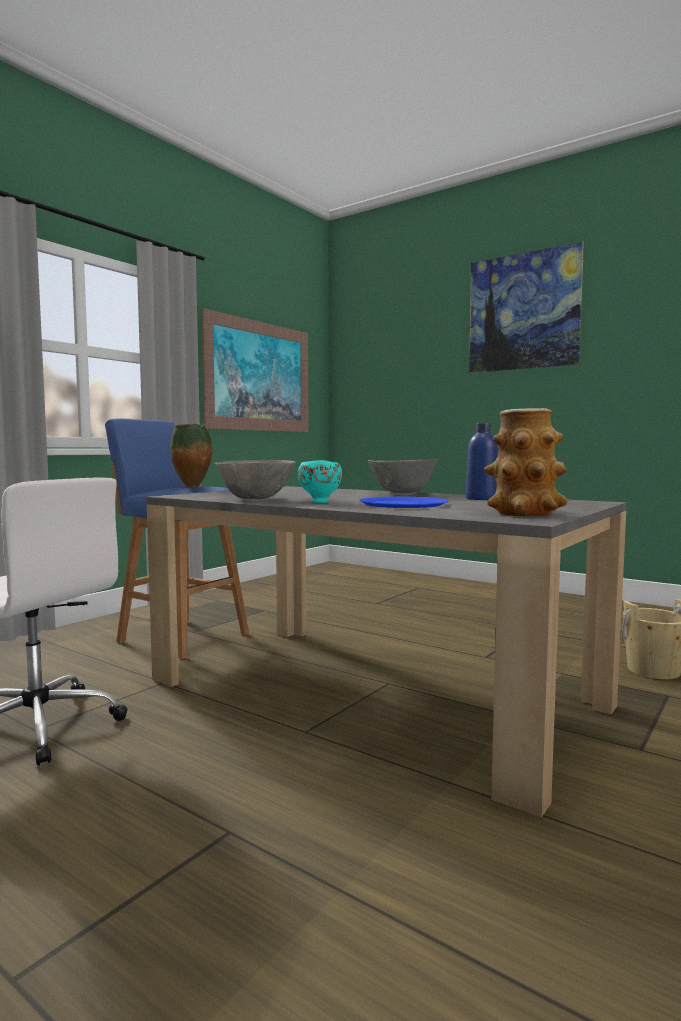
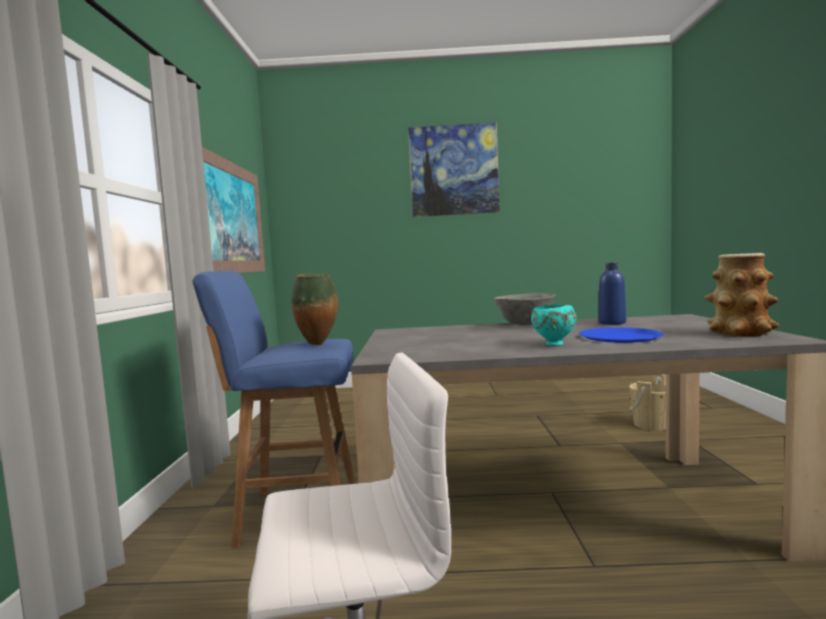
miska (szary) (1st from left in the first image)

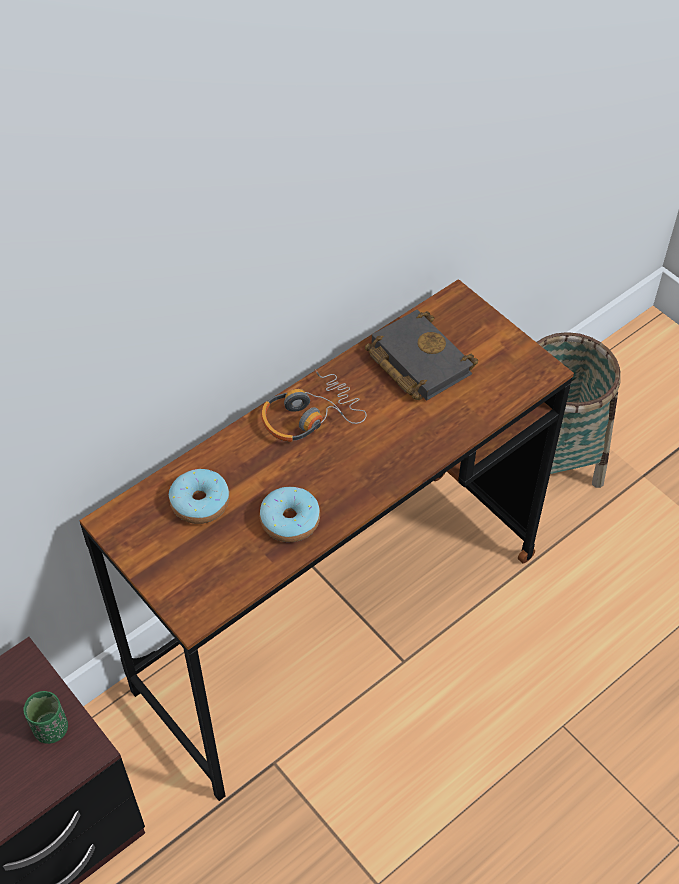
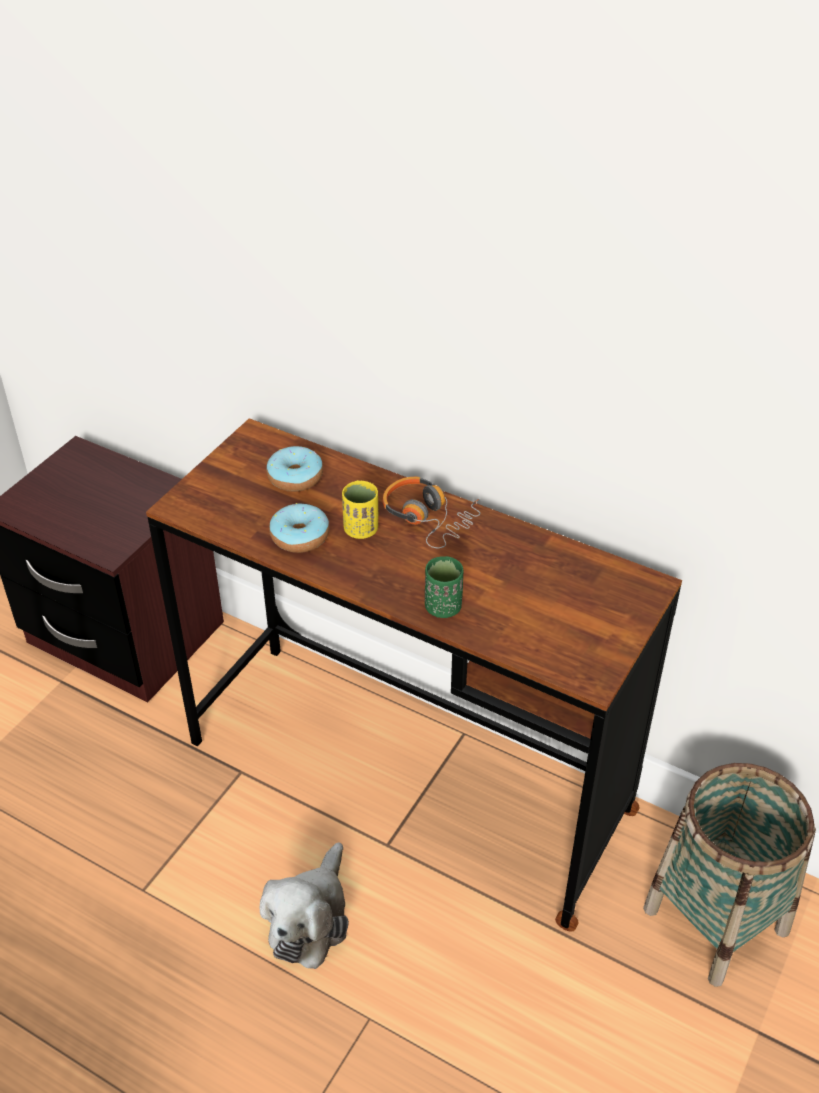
filiżanka (zielony)
książka (czarny)
pluszak
filiżanka (żółty)

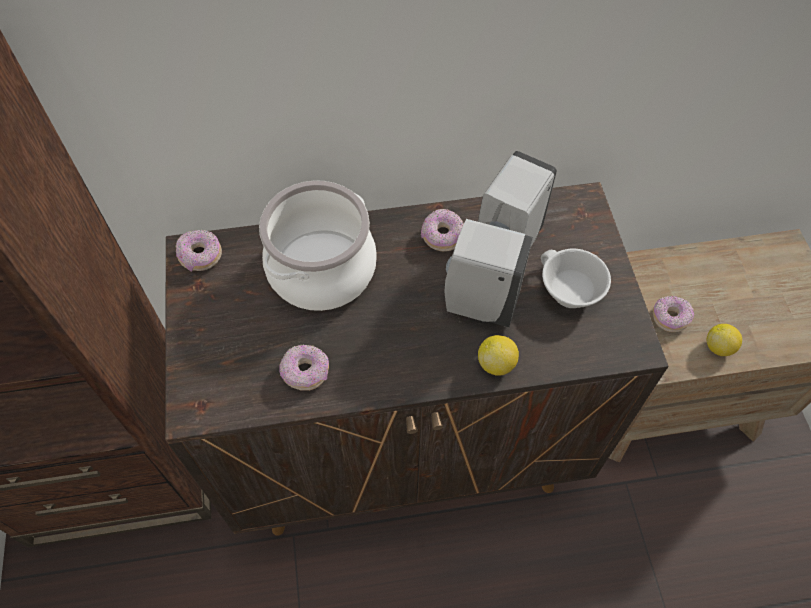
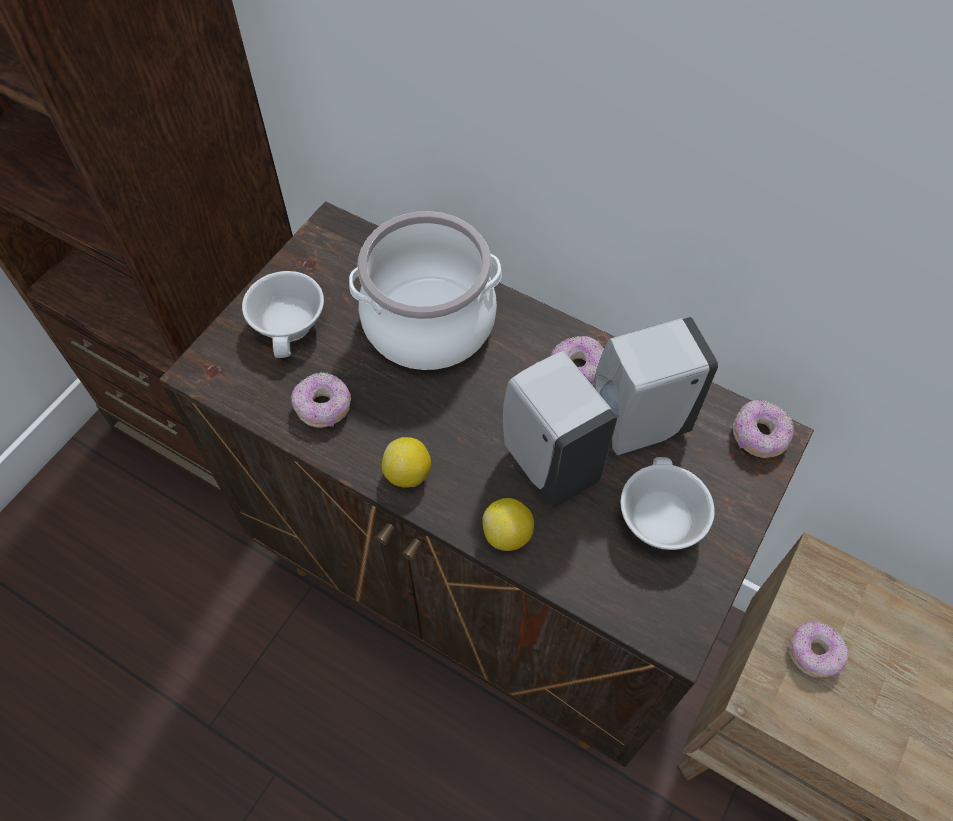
donut (3rd from left)
cytryna (1st from left)
filiżanka (biały) (1st from left)

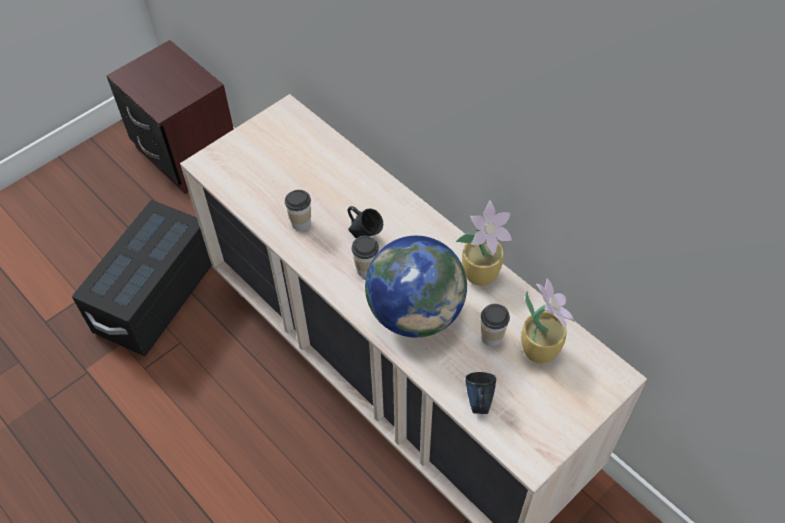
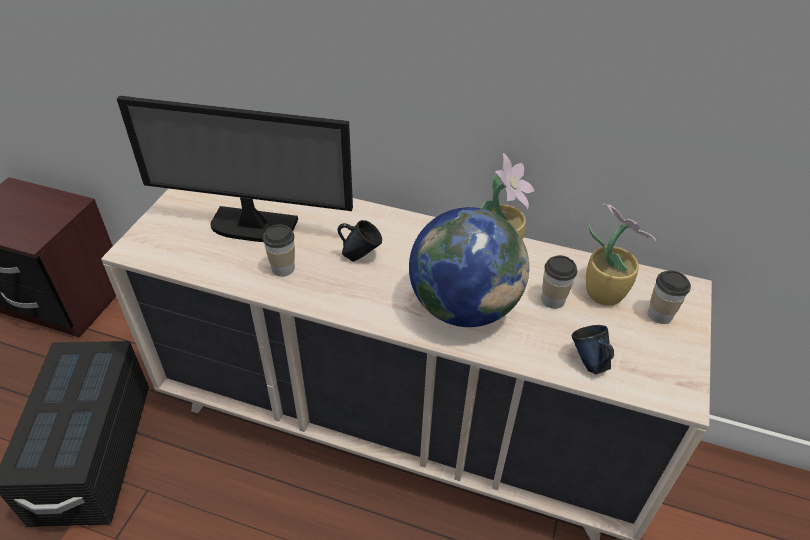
filiżanka (3rd from left)
monitor

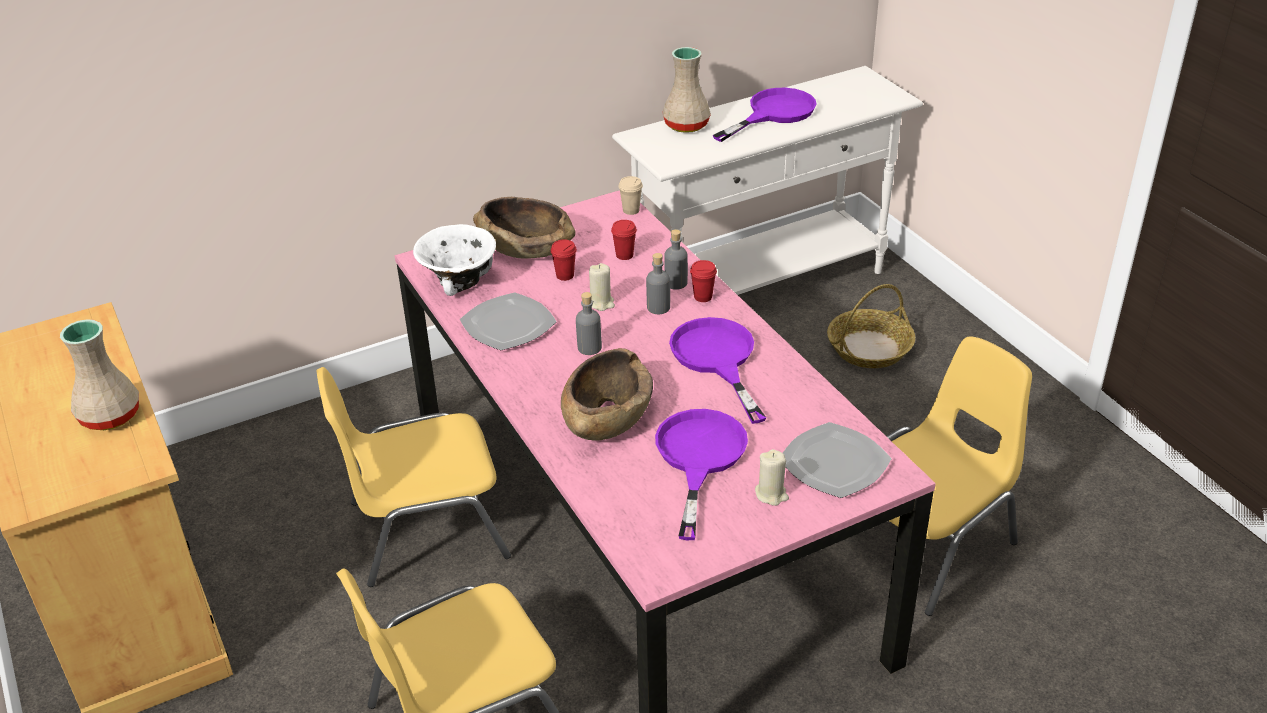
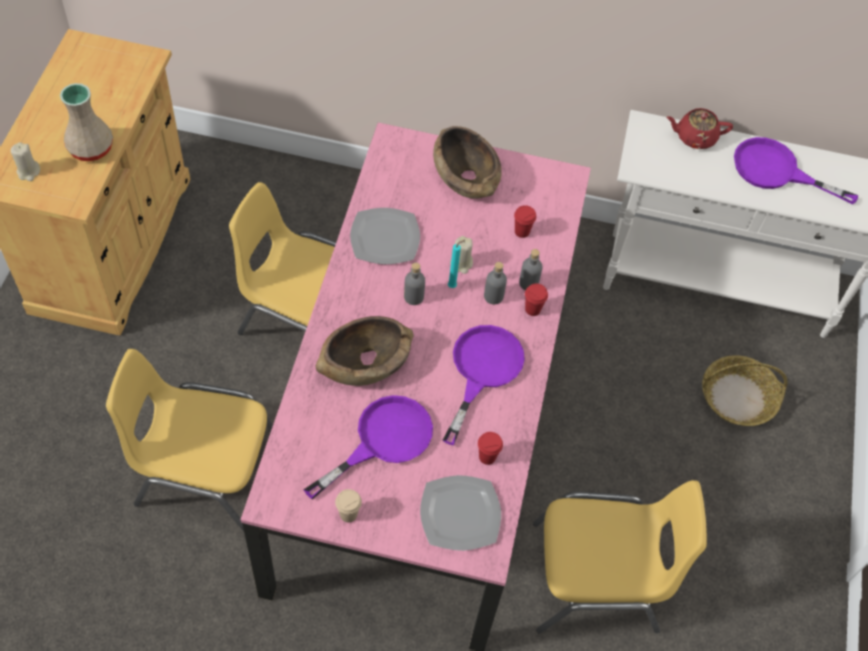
miska (biały)
filiżanka (czerwony) (1st from left)
filiżanka (beżowy)
imbryk (czerwony)
patelnia (fioletowy) (3rd from left)
świeca (beżowy) (1st from left)
świeca (turkusowy)

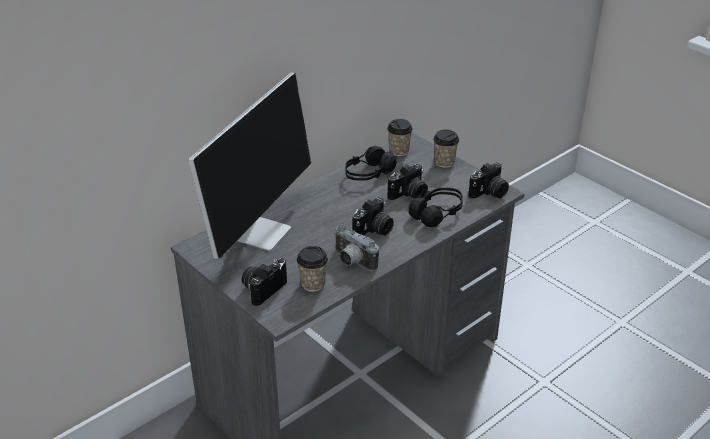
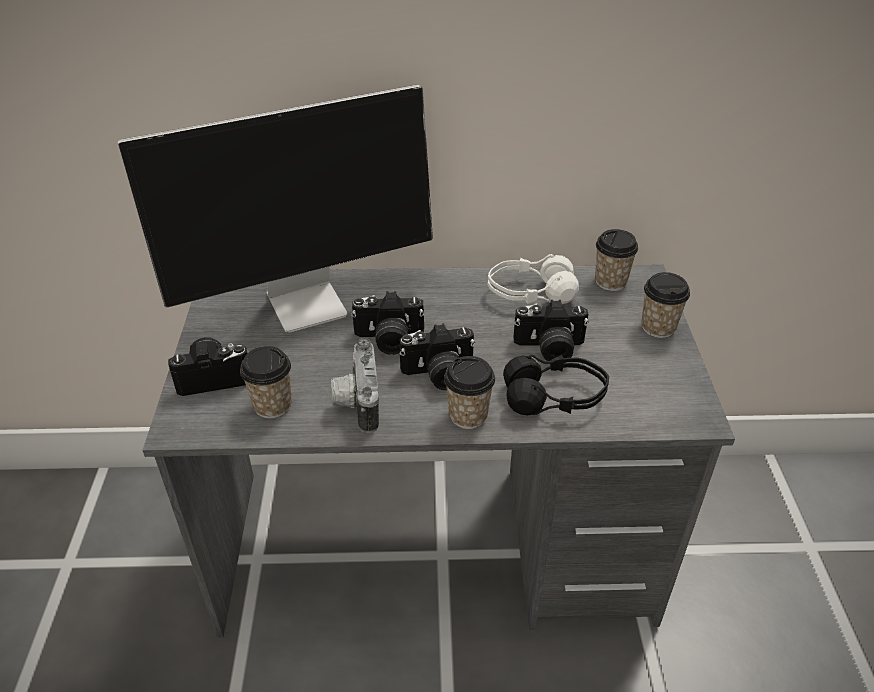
słuchawki (biały)
aparat fotograficzny (3rd from left)
filiżanka (2nd from left)

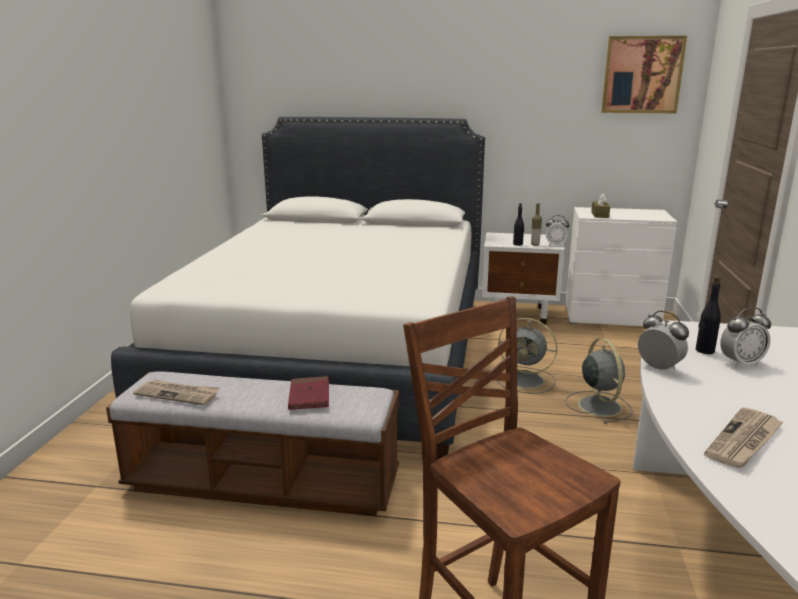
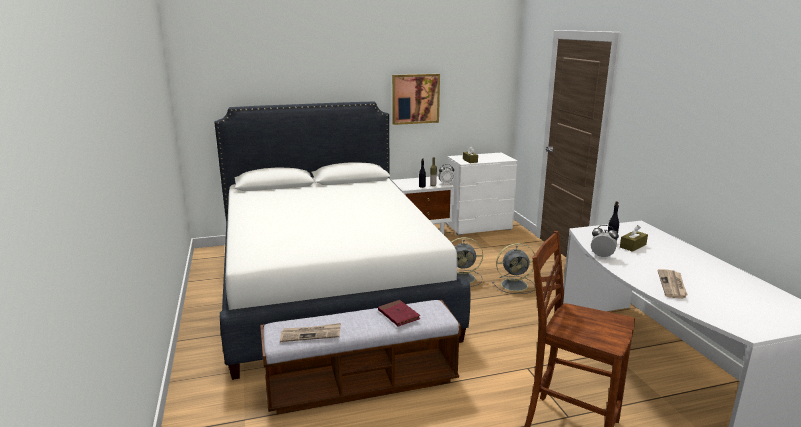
wentylator (szary) (2nd from left)
obraz
pudełko chusteczek (brązowy) (2nd from left)

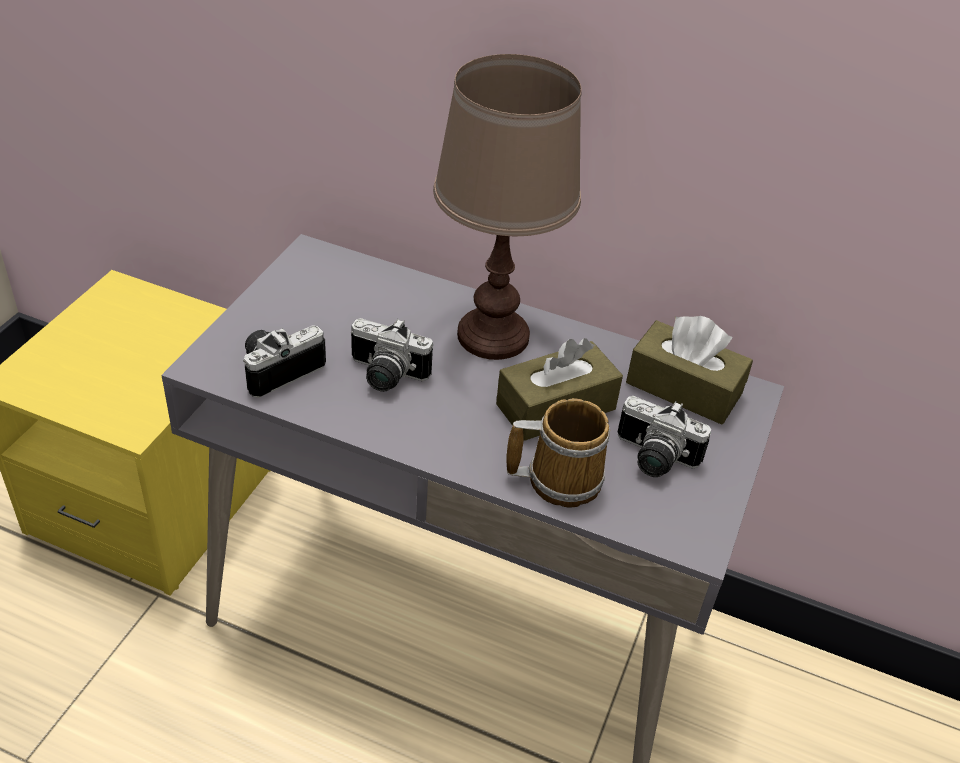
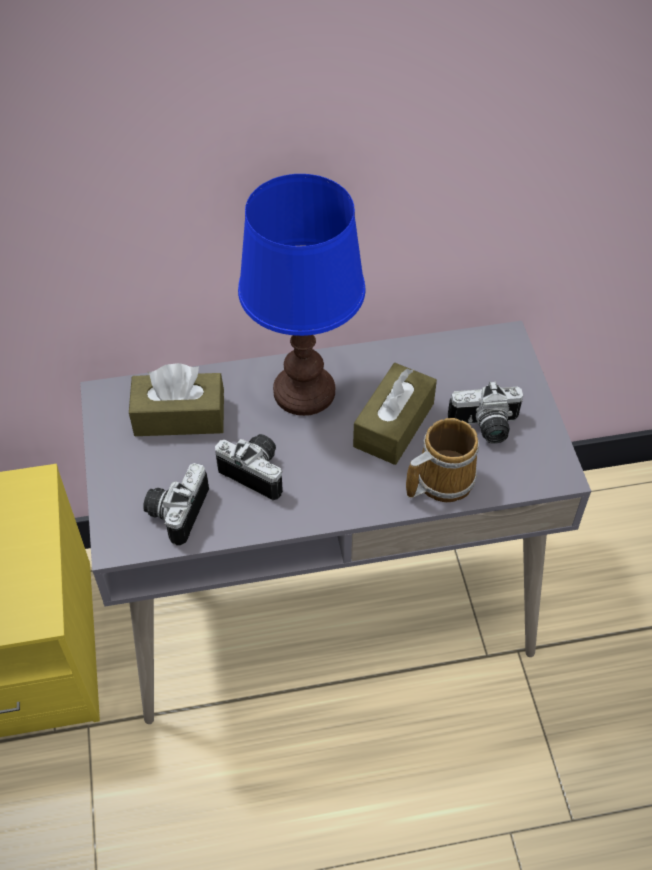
aparat fotograficzny (2nd from left)
lampa stołowa (niebieski)
pudełko chusteczek (brązowy) (1st from left)

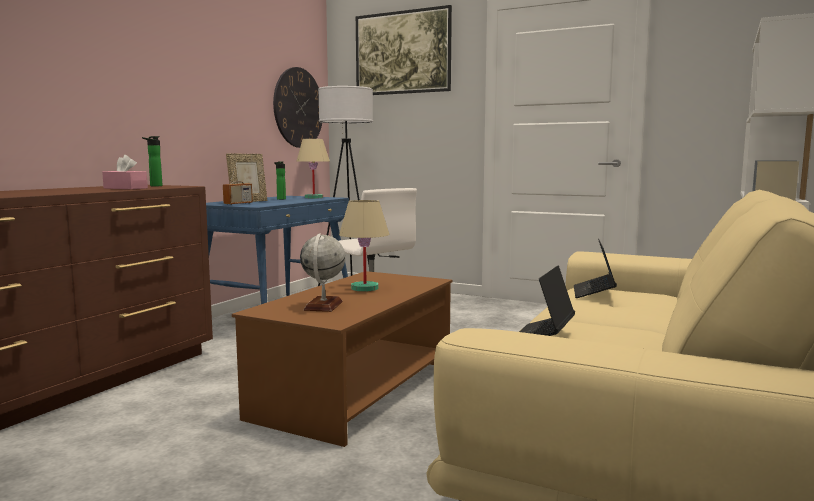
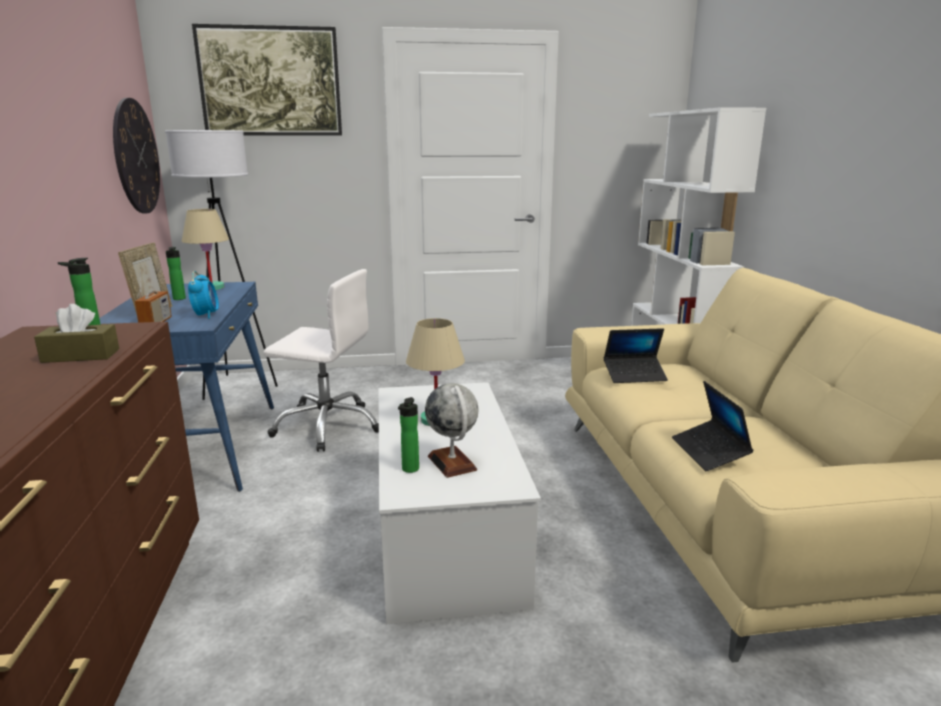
pudełko chusteczek (brązowy)
ława (biały)
laptop (1st from left)
budzik
butelka (3rd from left)

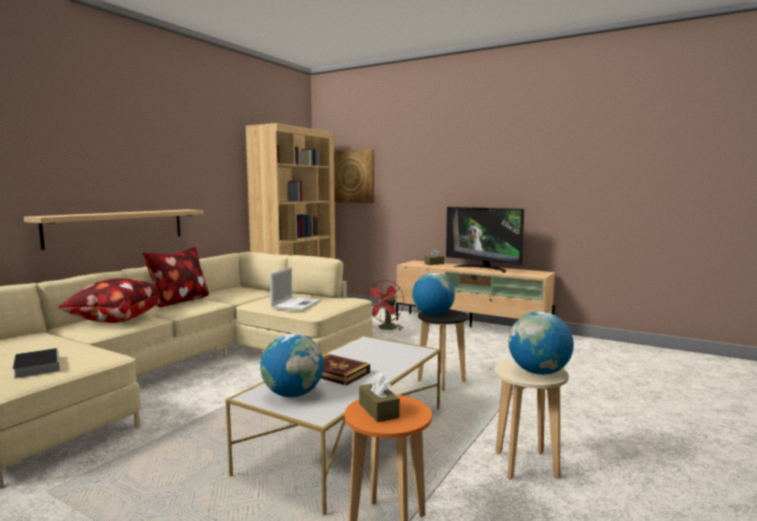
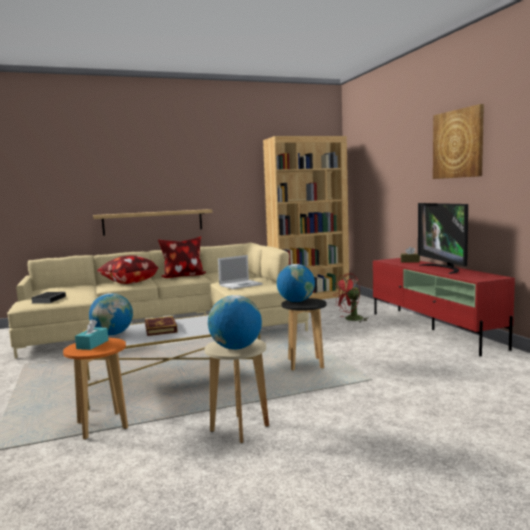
obraz
pudełko chusteczek (turkusowy)
szafka pod telewizor (czerwony)

